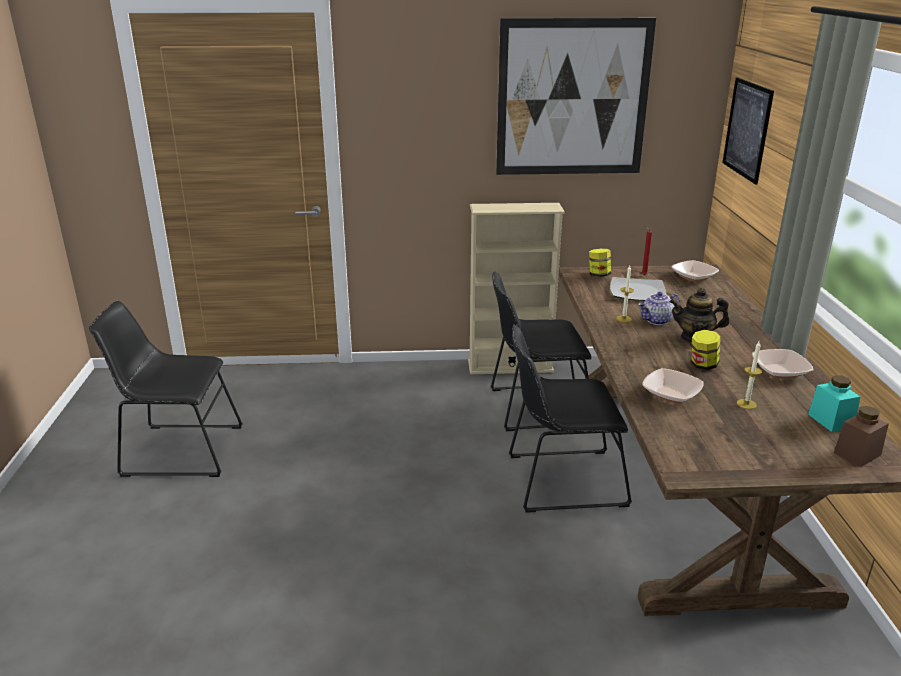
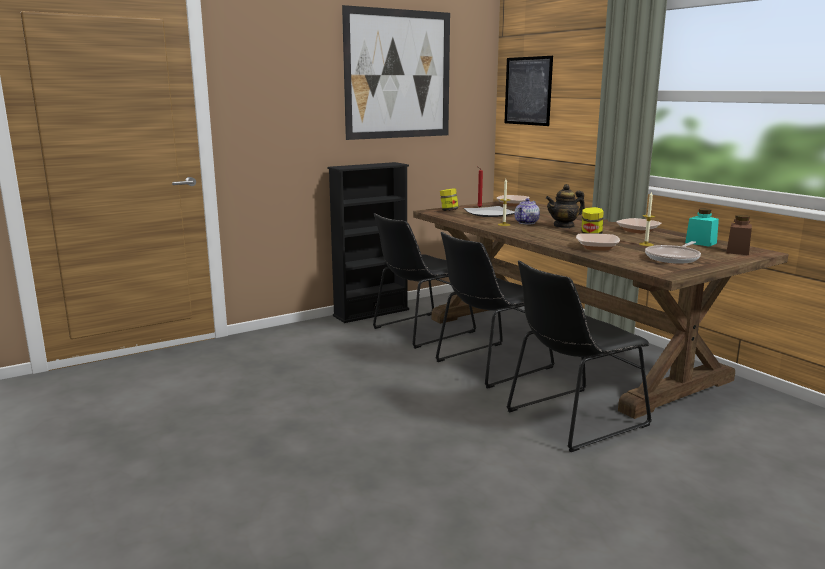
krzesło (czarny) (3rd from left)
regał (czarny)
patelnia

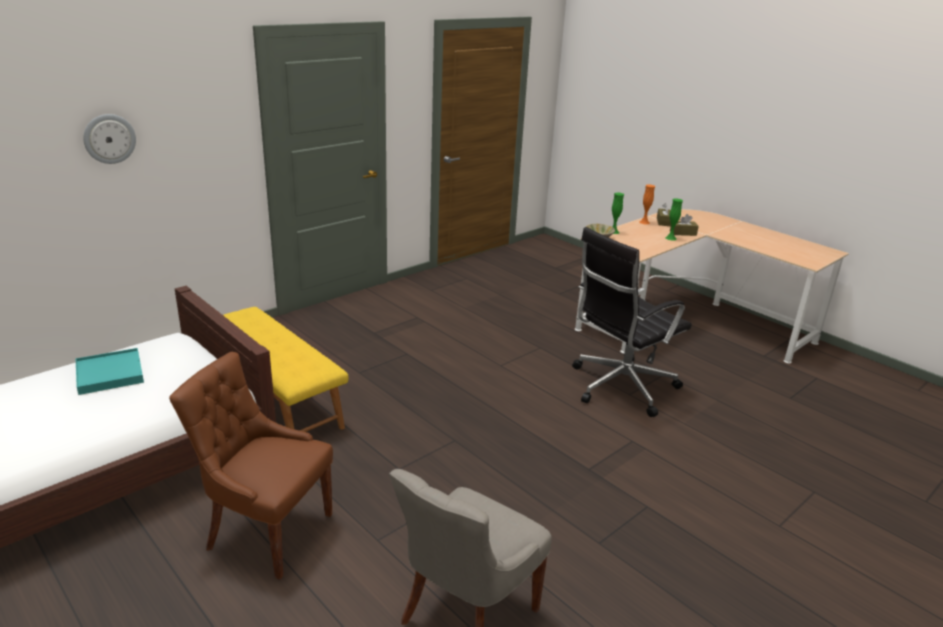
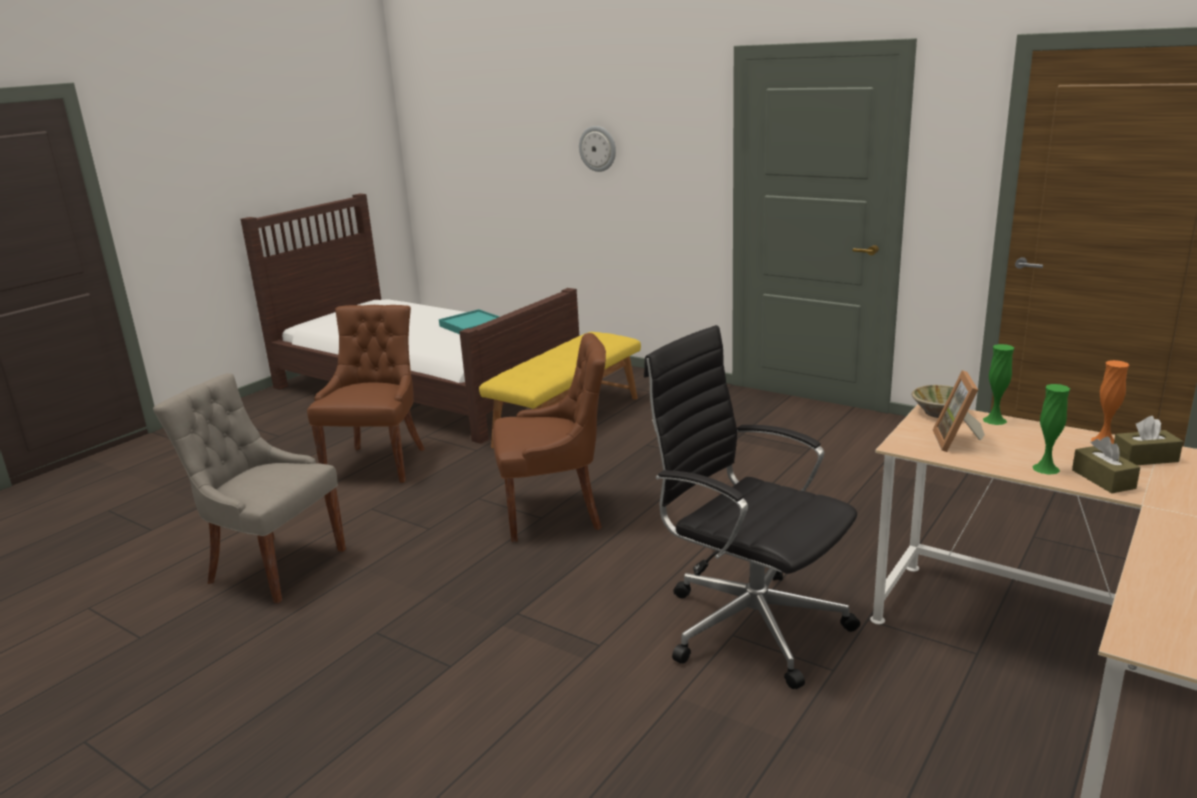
krzesło (brązowy) (2nd from left)
ramka na zdjęcie

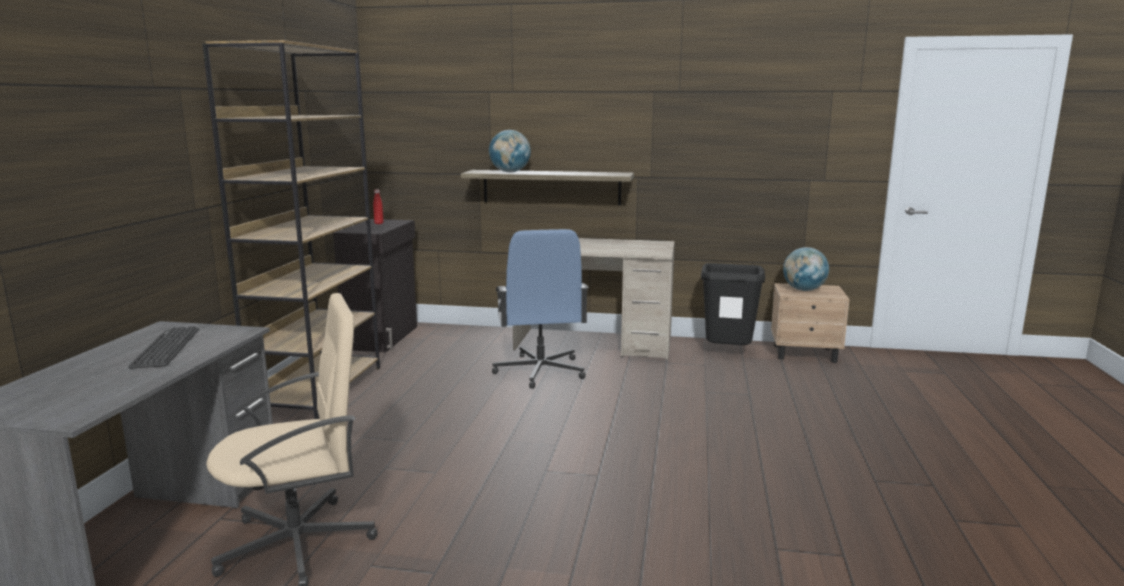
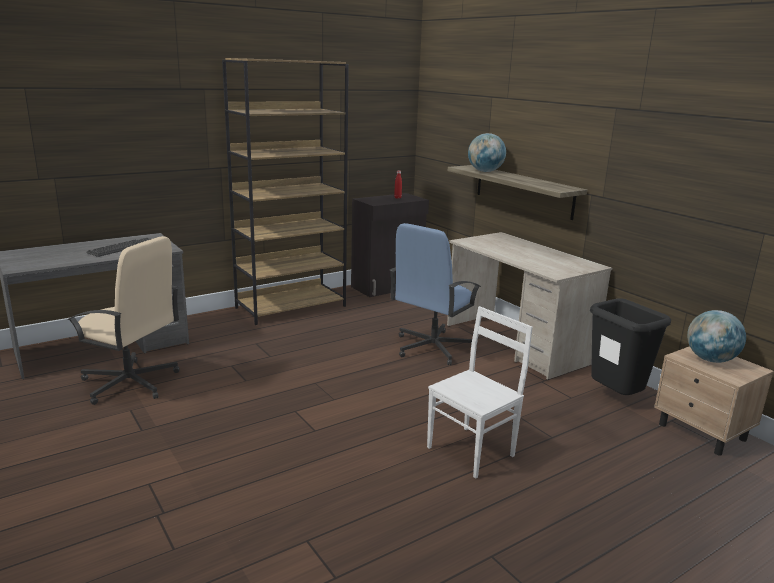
krzesło (biały)

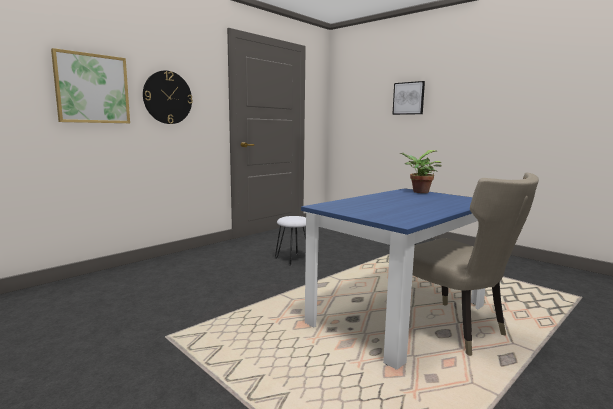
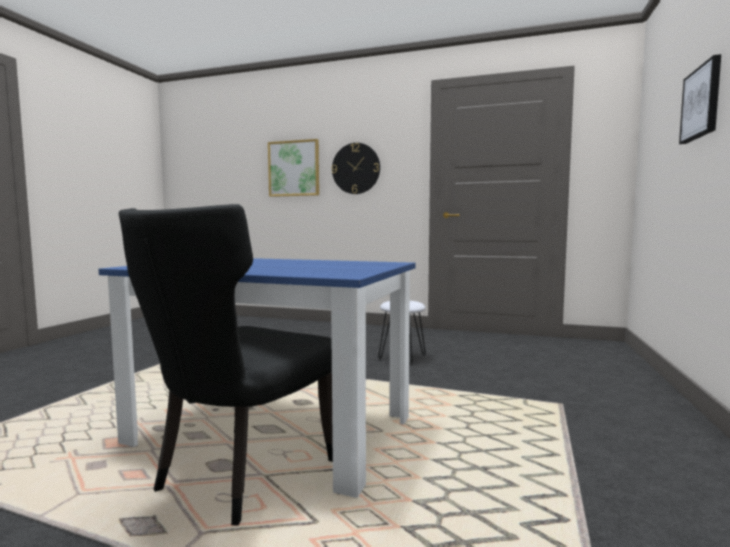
roślina doniczkowa
krzesło (czarny)

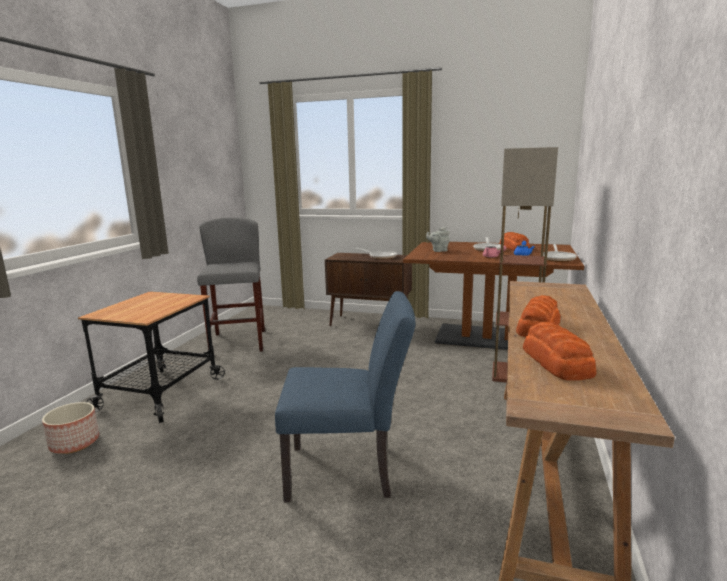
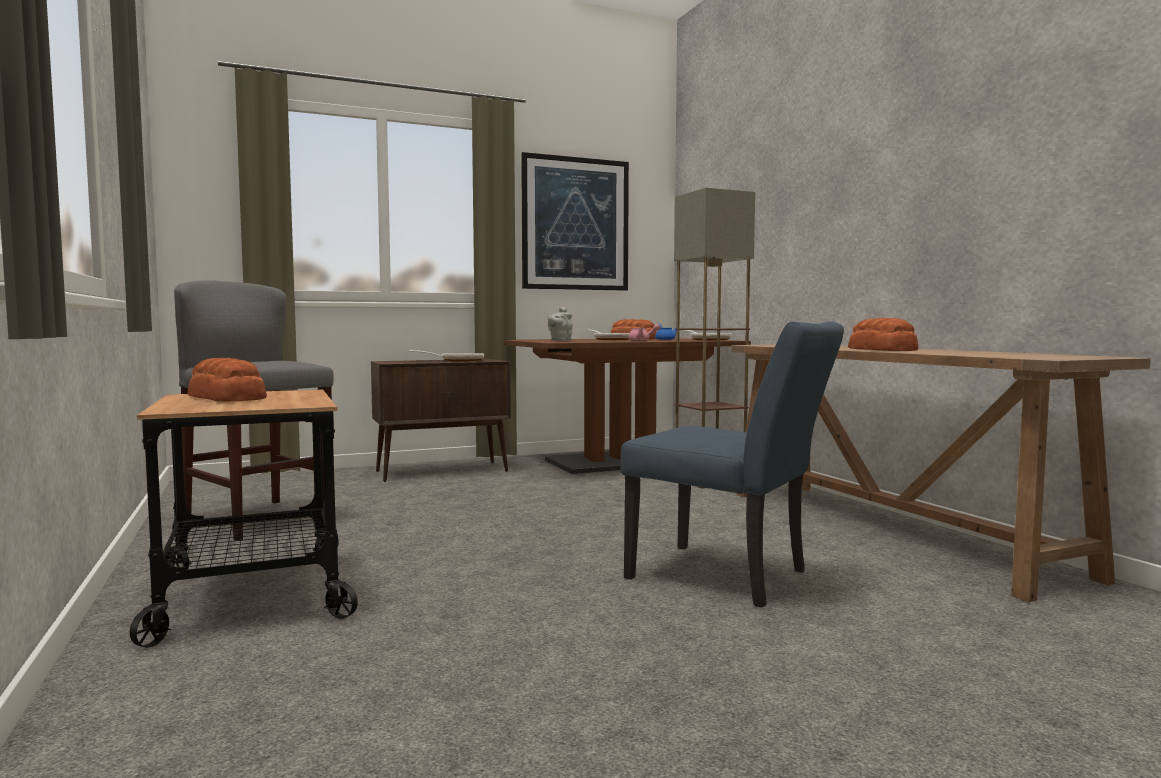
donica
krzesło (niebieski)
chleb (1st from left)
obraz

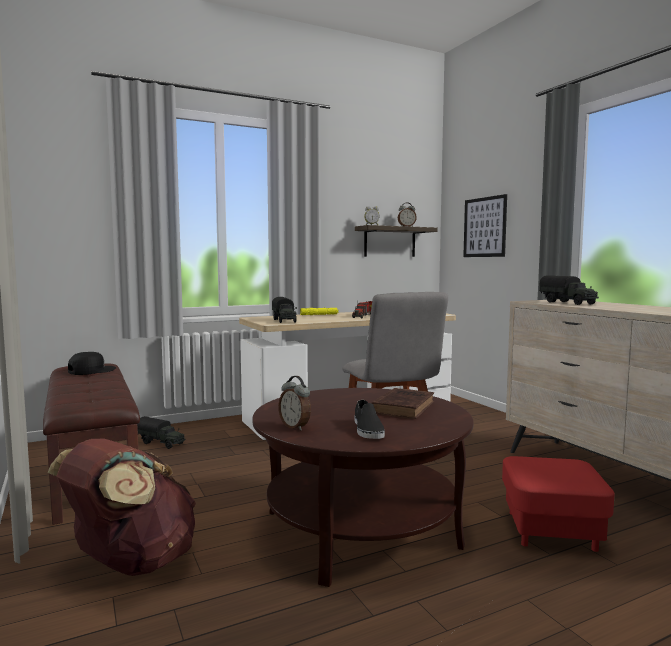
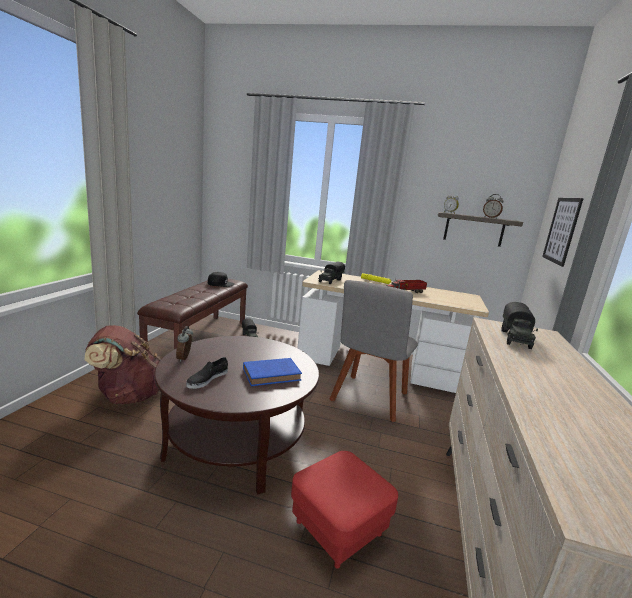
książka (niebieski)

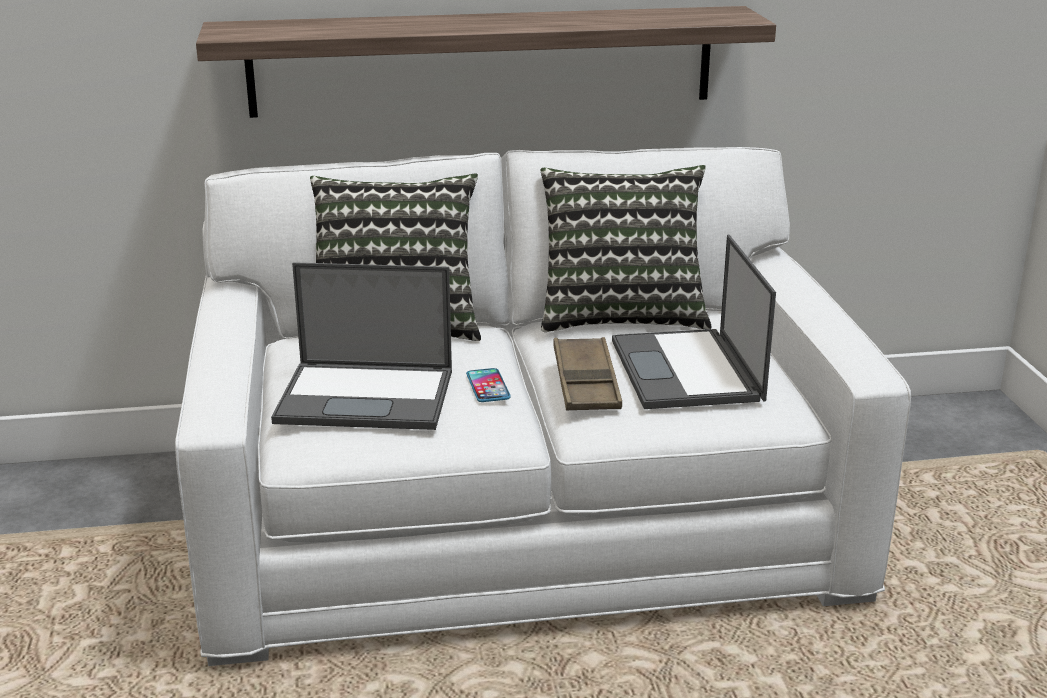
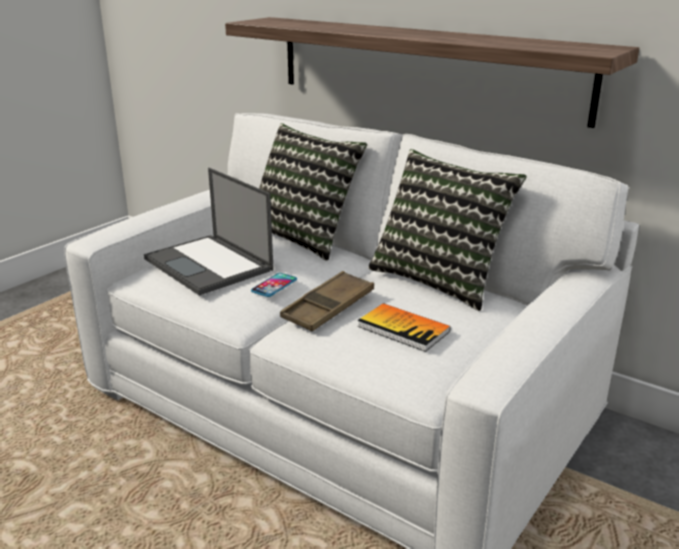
książka

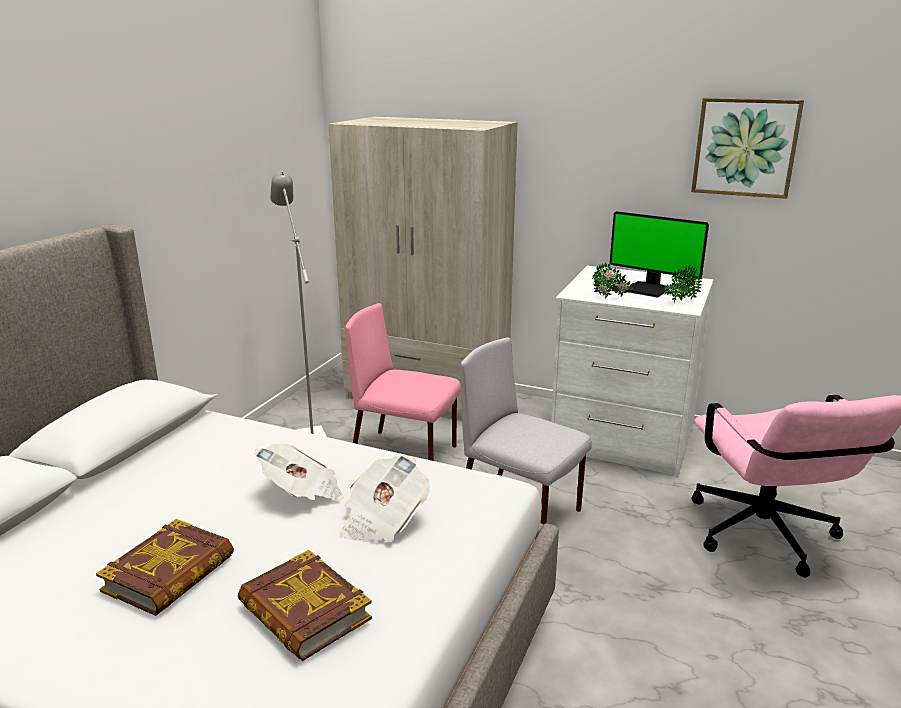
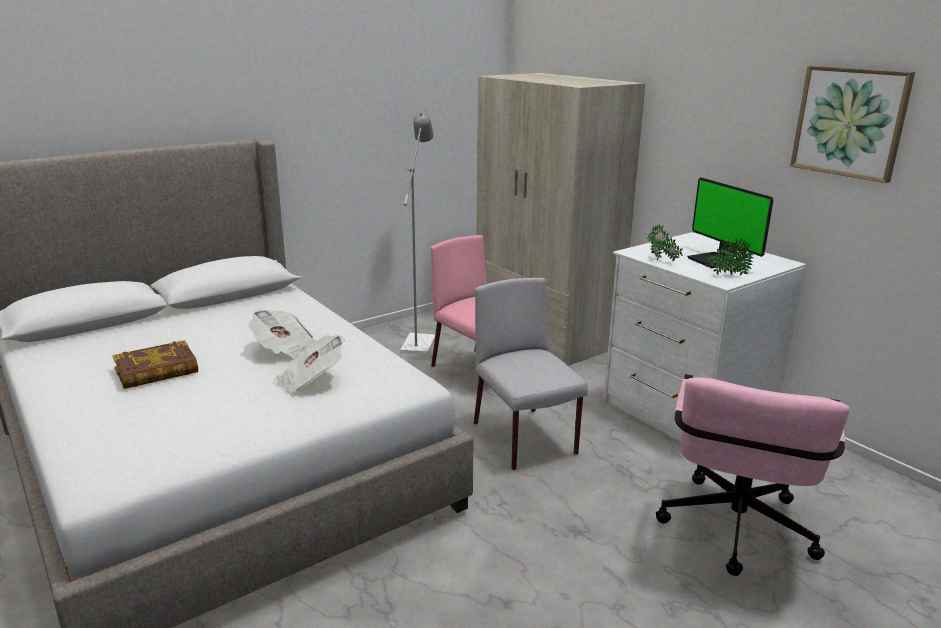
książka (2nd from left in the first image)

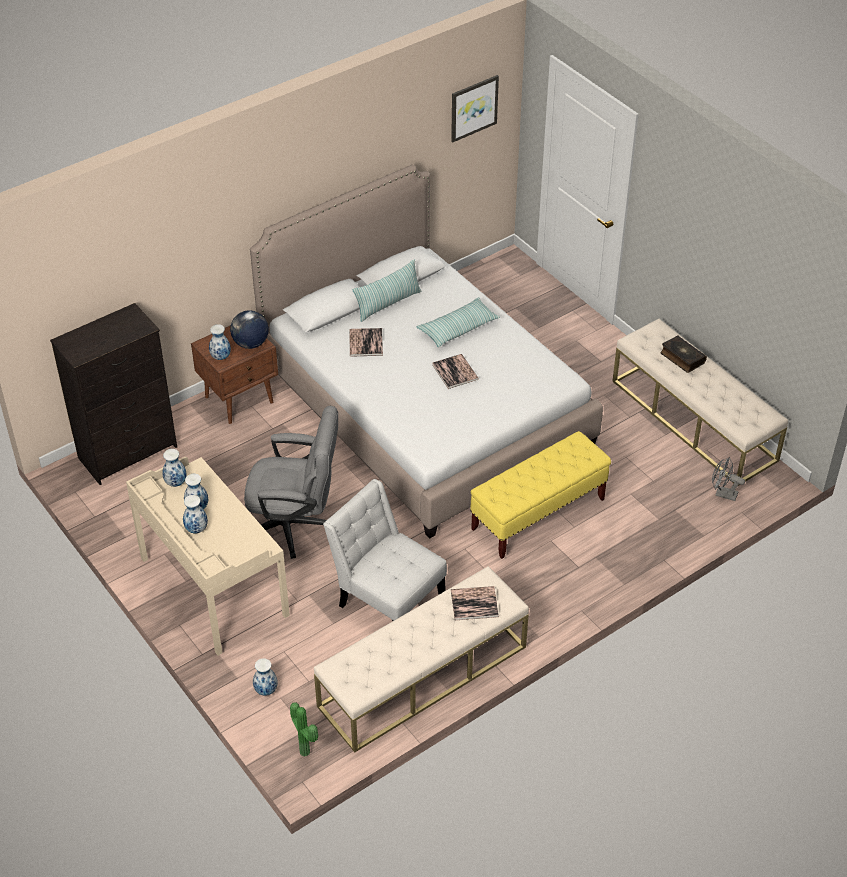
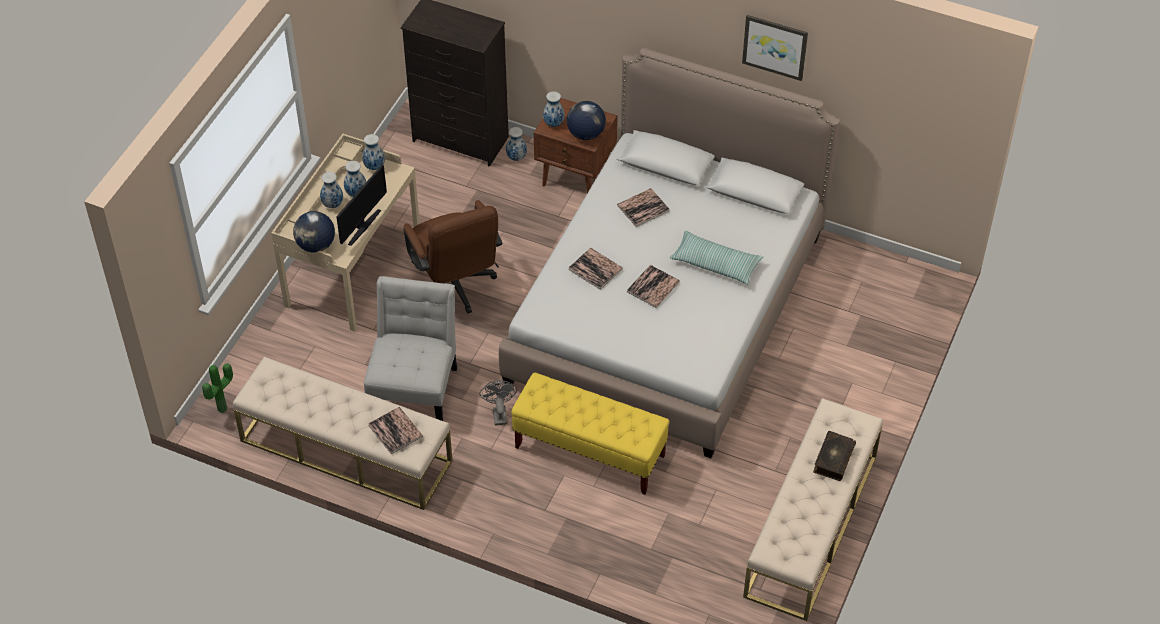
krzesło biurowe (brązowy)
wazon (4th from left)
poduszka (1st from left in the first image)
obraz
wentylator (szary)
globus (1st from left)
monitor
książka (2nd from left)

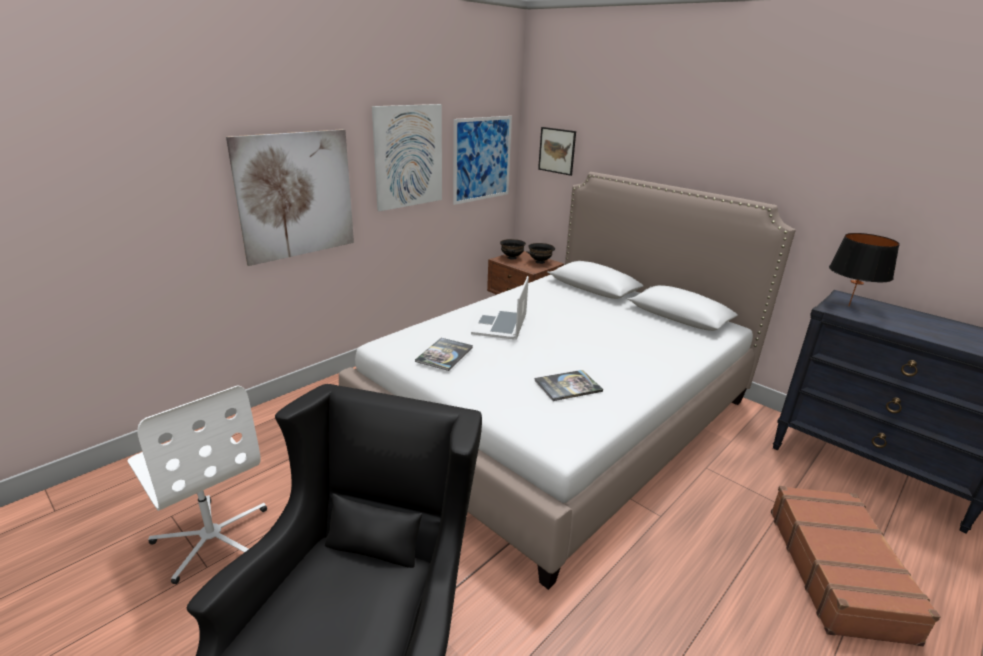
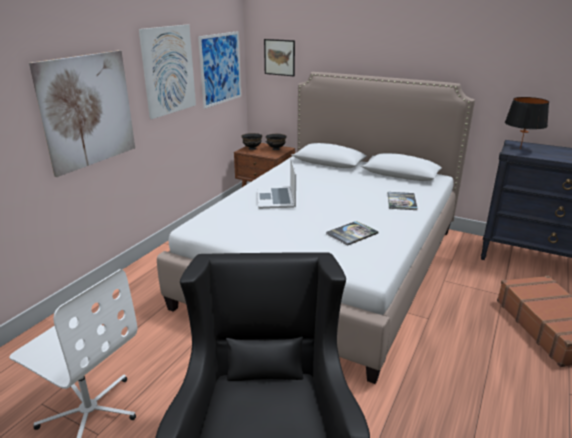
książka (2nd from left)

